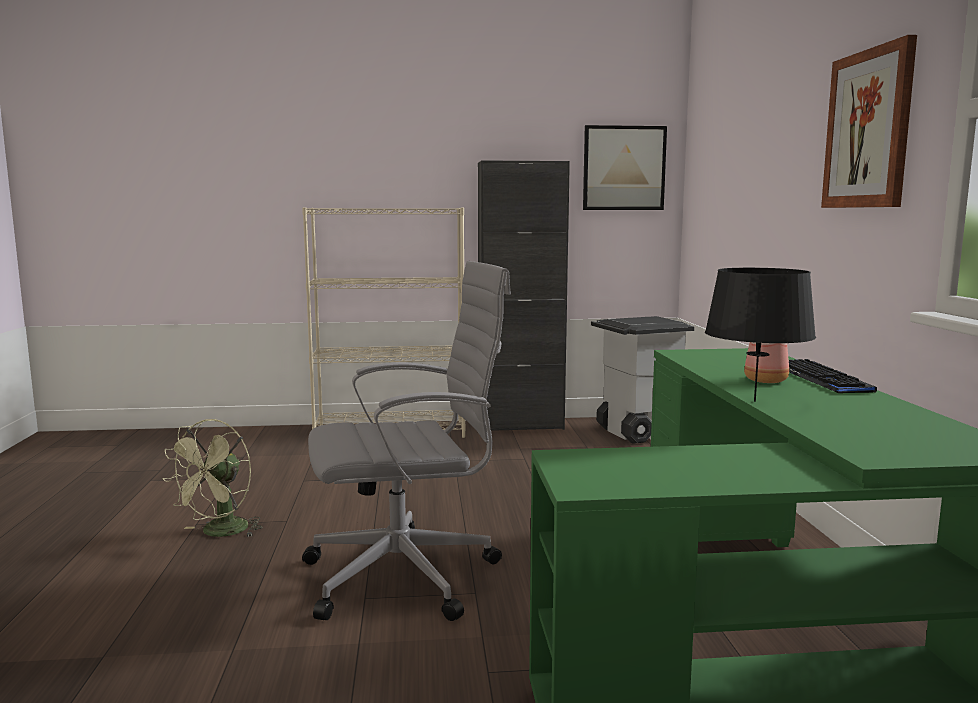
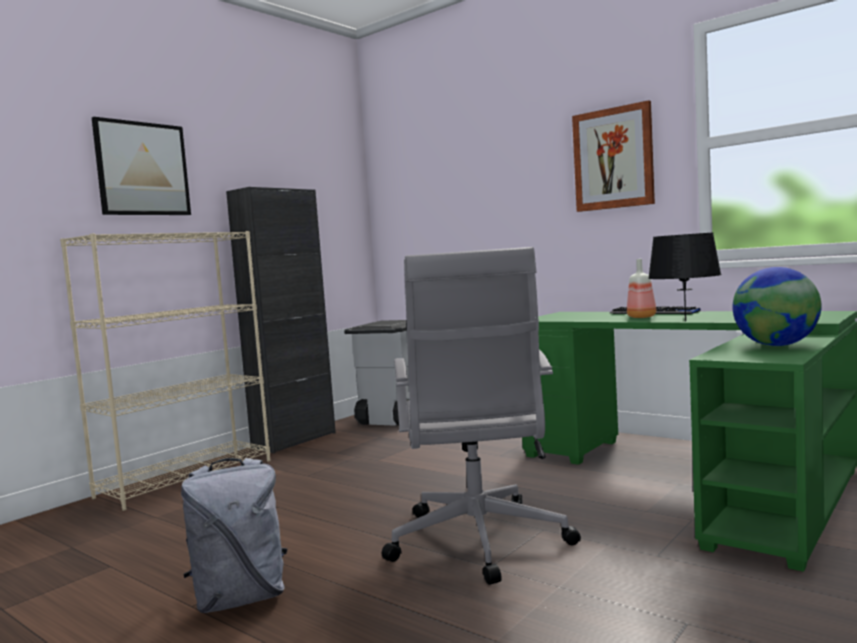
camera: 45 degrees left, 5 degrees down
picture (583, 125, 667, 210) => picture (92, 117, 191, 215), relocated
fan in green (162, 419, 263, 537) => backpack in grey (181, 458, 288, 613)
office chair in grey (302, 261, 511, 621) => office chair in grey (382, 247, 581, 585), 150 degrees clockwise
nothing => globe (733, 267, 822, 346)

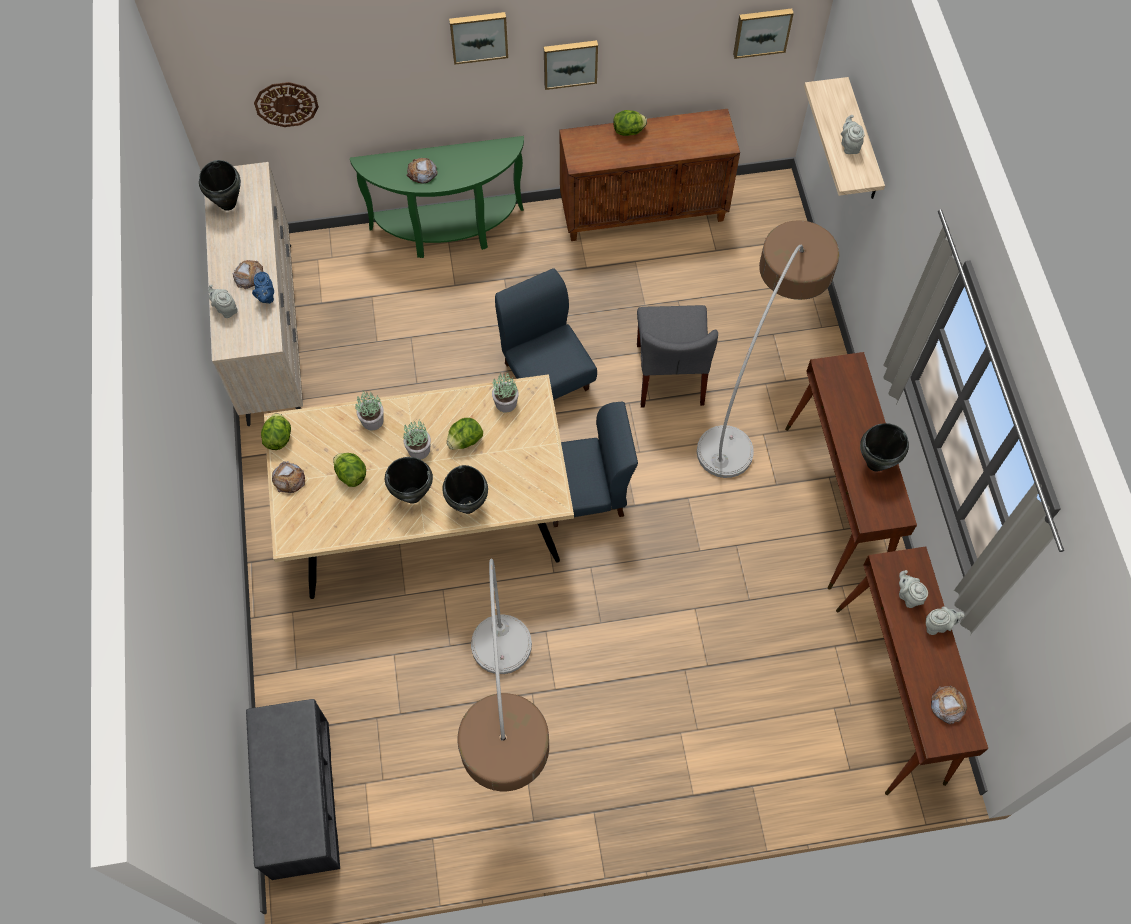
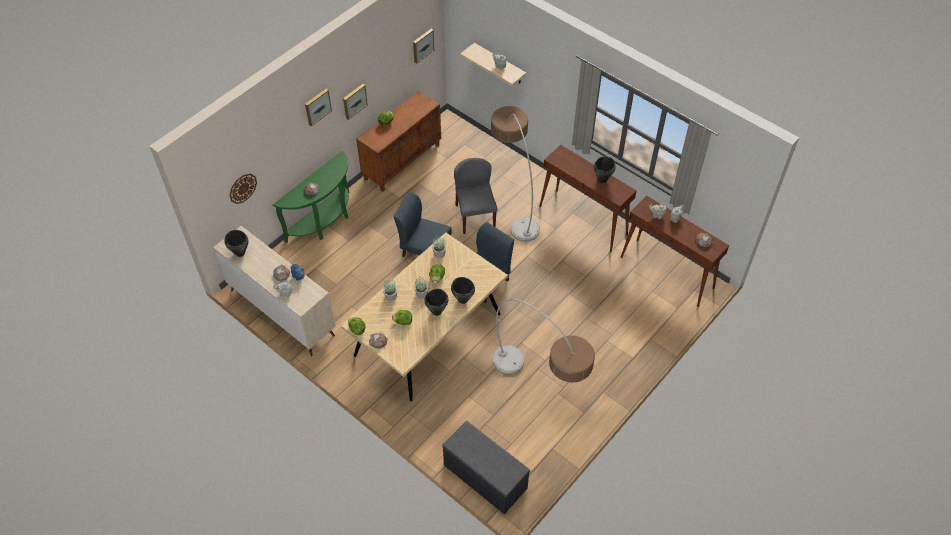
camera: 40 degrees left, 10 degrees down
chair in grey (637, 305, 718, 408) => chair in grey (454, 158, 497, 234), 150 degrees counterclockwise

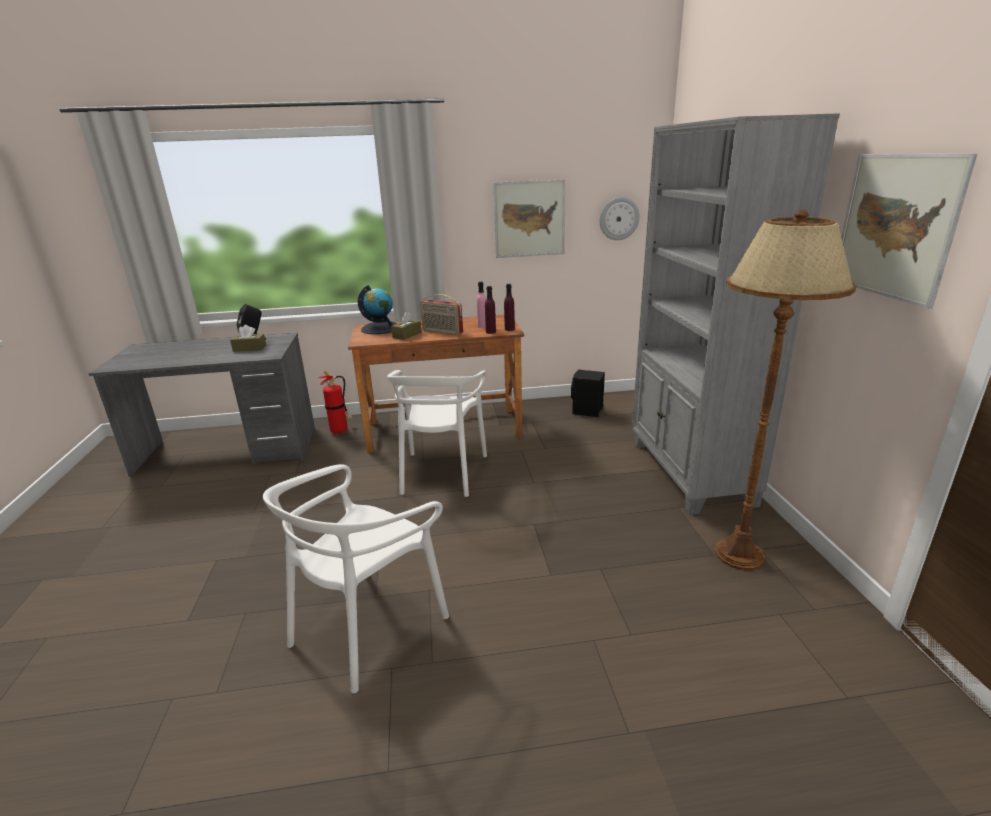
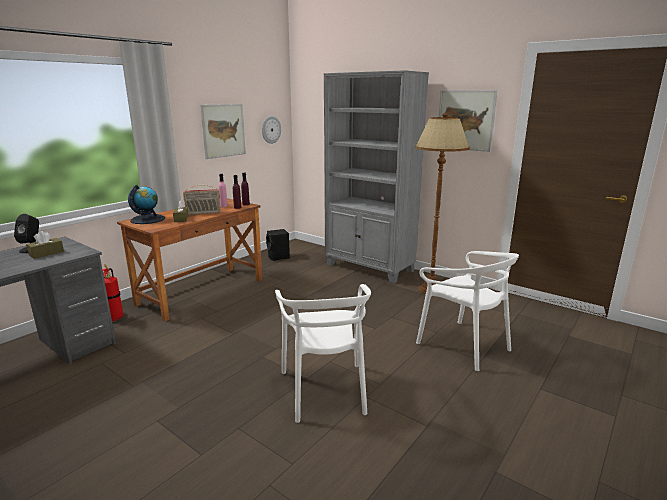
camera: 45 degrees left, 5 degrees down
chair in white (387, 370, 487, 497) => chair in white (416, 251, 519, 371), relocated

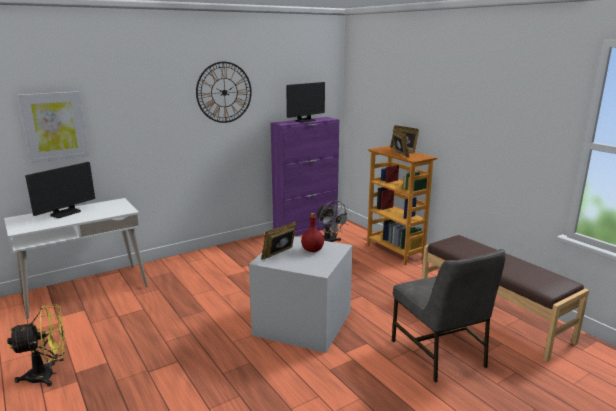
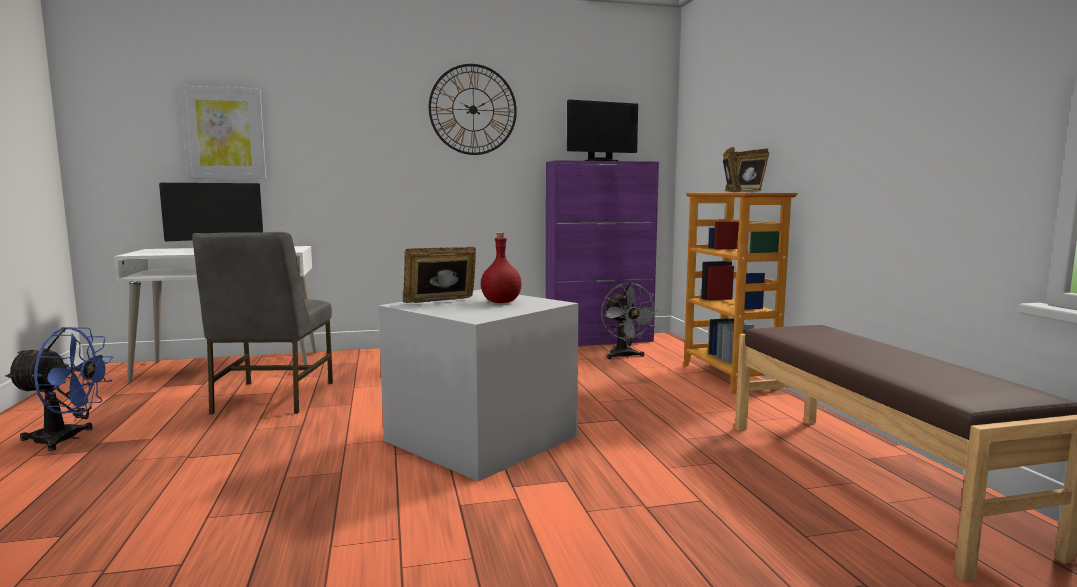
camera: 20 degrees right, 10 degrees down
fan in yellow (7, 305, 66, 387) => fan in blue (5, 327, 113, 451)
chair in grey (392, 249, 505, 383) => chair in grey (192, 232, 333, 414), relocated

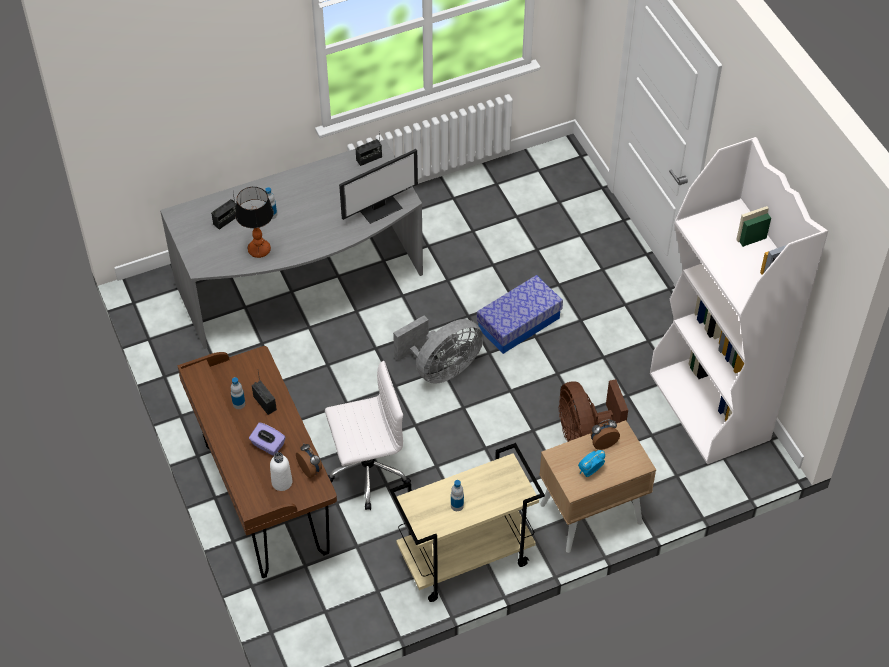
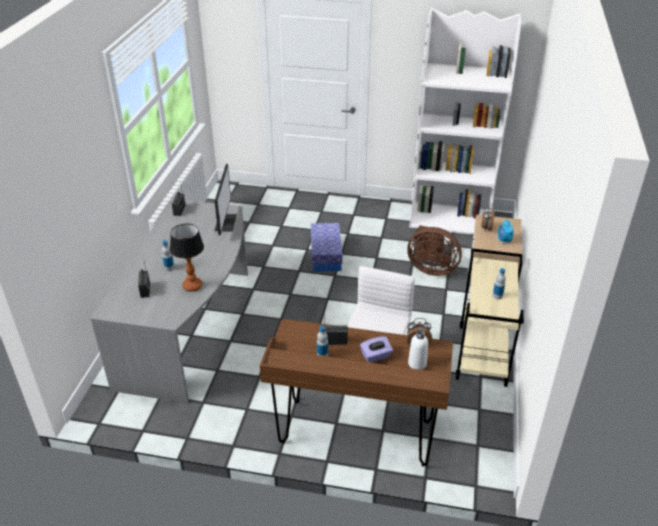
camera: 55 degrees left, 15 degrees down
fan in grey (393, 315, 484, 384) => nothing

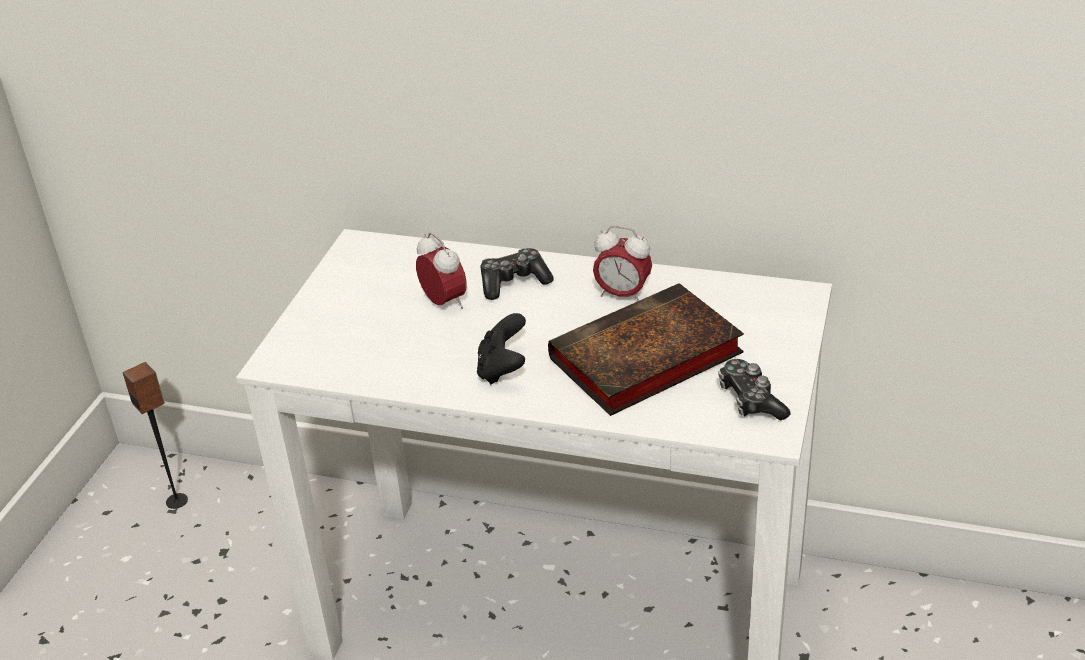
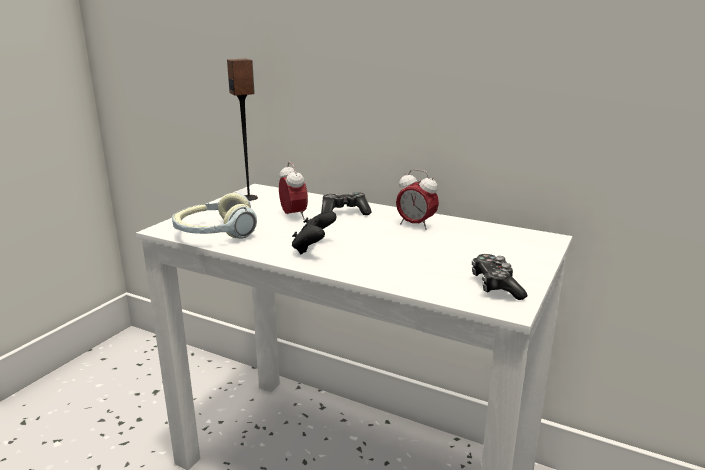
camera: 10 degrees right, 15 degrees down
nothing => headphones (172, 192, 257, 238)
speaker (123, 362, 188, 509) => speaker (227, 59, 258, 201), relocated
book (548, 283, 744, 416) => nothing

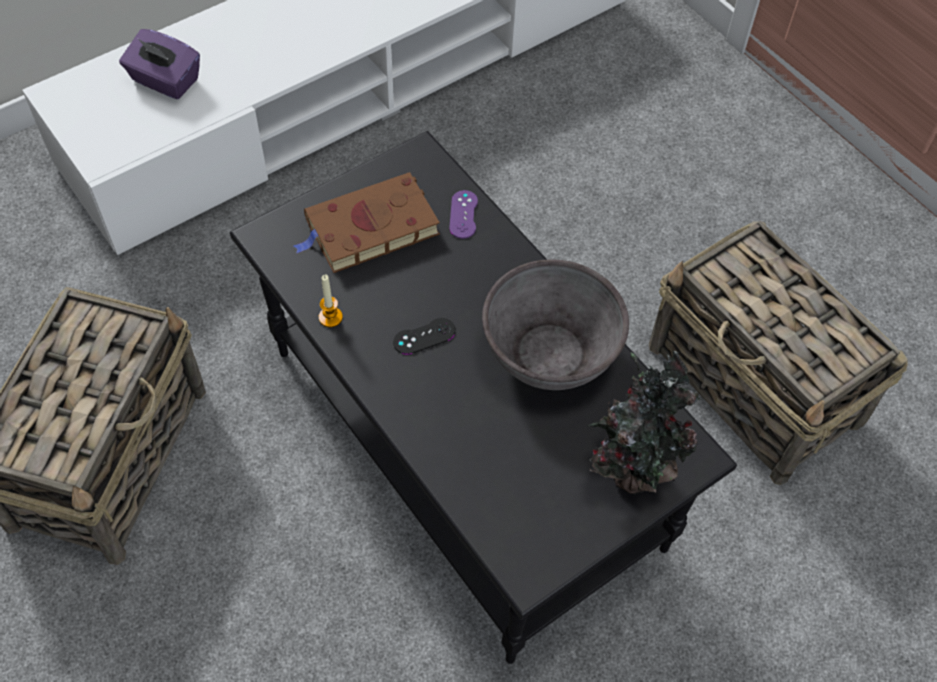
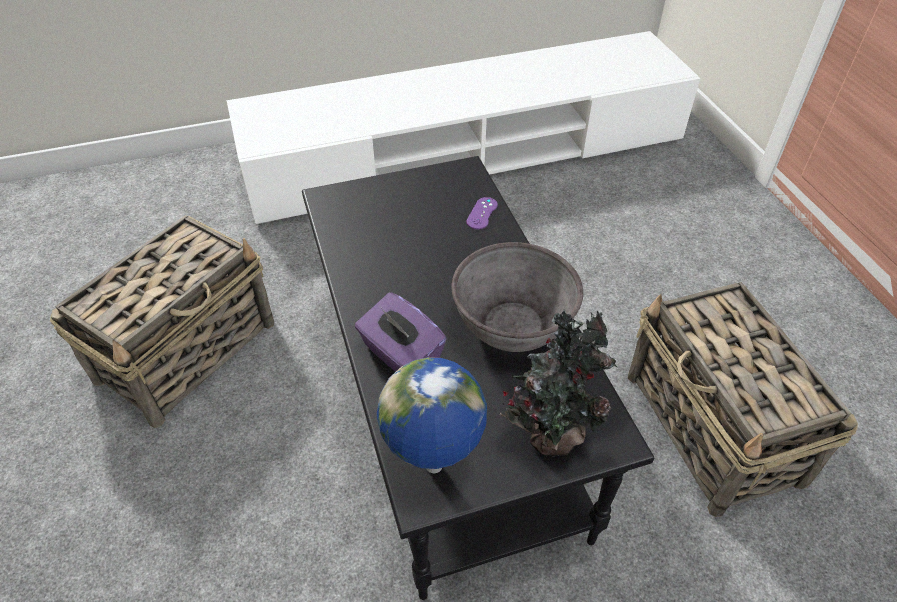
camera: 20 degrees right, 10 degrees down
tissue box in purple (119, 29, 200, 99) => tissue box in purple (355, 292, 447, 372), relocated
nothing => globe (377, 357, 487, 473)
book in brown (293, 172, 440, 273) => nothing
candle (319, 274, 343, 328) => nothing
game controller in black (393, 318, 456, 355) => nothing

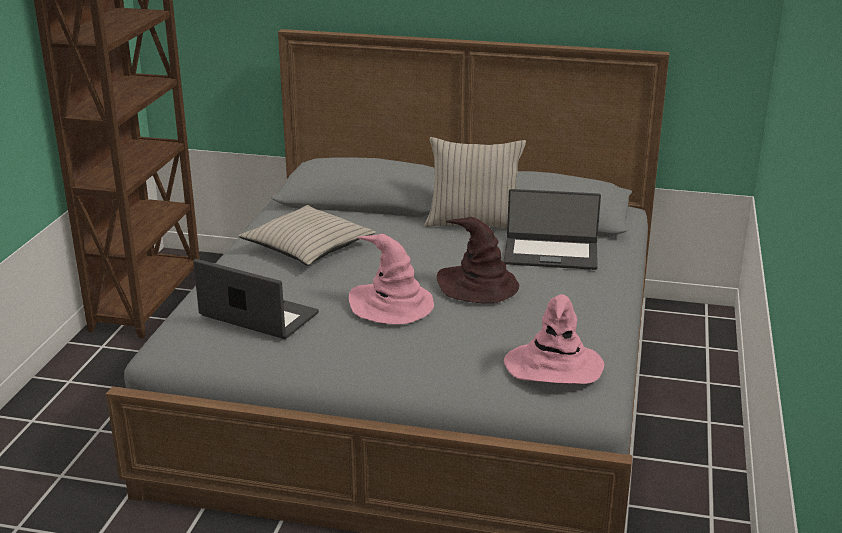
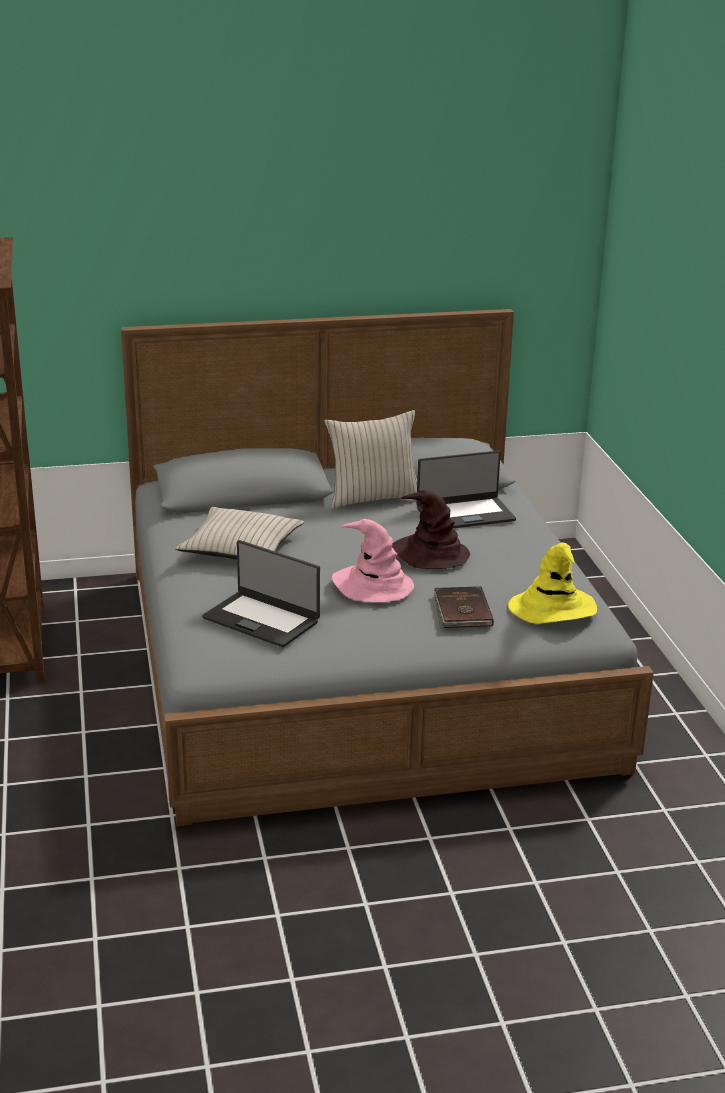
camera: 25 degrees left, 0 degrees up
laptop (193, 259, 319, 339) => laptop (202, 540, 320, 647), 150 degrees counterclockwise
nothing => book in brown (434, 586, 494, 628)
hat in pink (504, 294, 604, 384) => hat in yellow (508, 542, 597, 624)

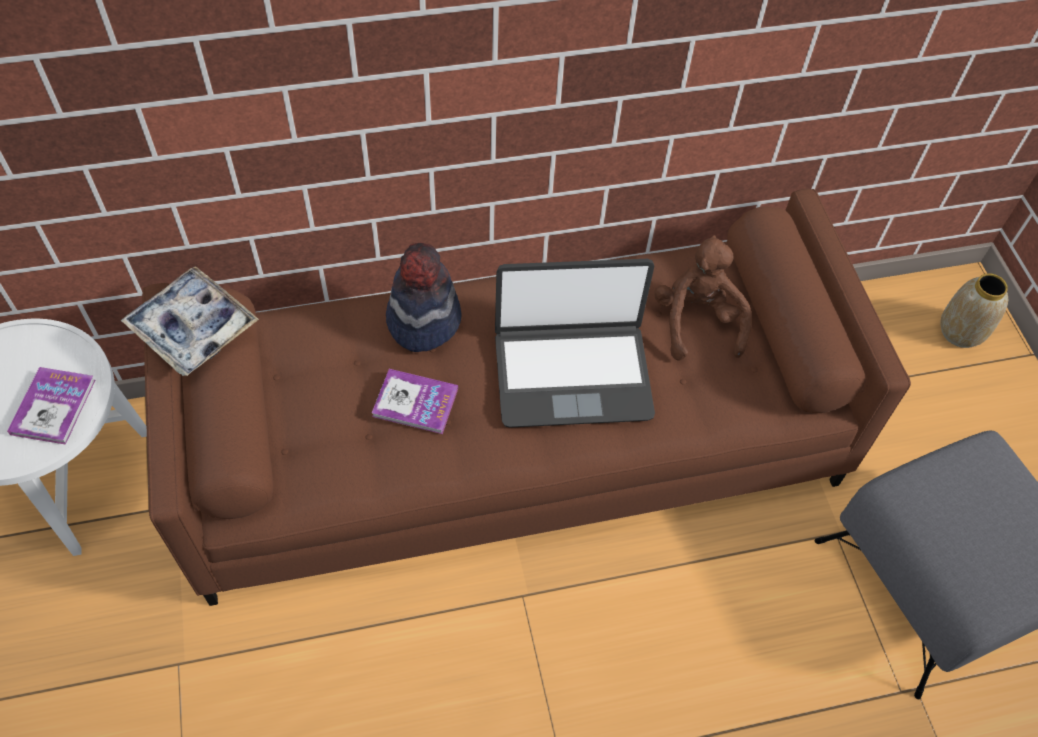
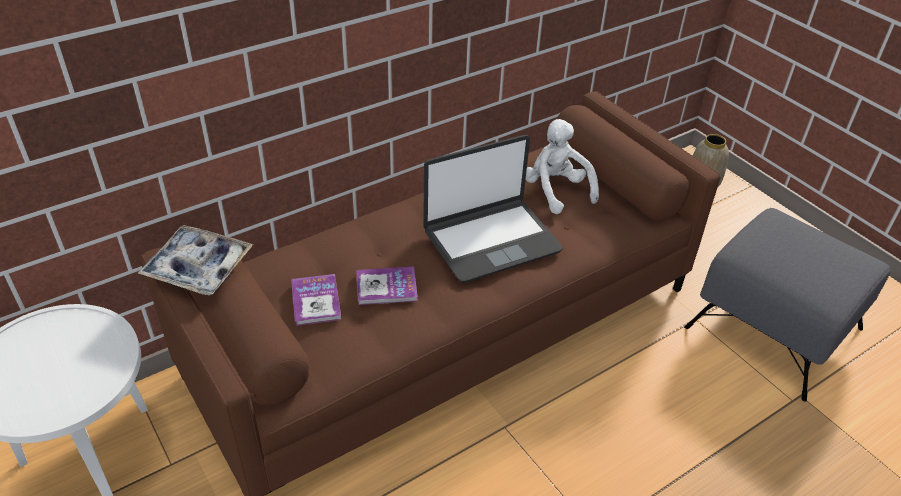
camera: 20 degrees left, 15 degrees down
book (7, 367, 96, 445) => book (291, 274, 341, 326), relocated
plush toy in brown (654, 235, 752, 360) => plush toy in white (526, 119, 599, 214)
hat (386, 243, 462, 352) => nothing

